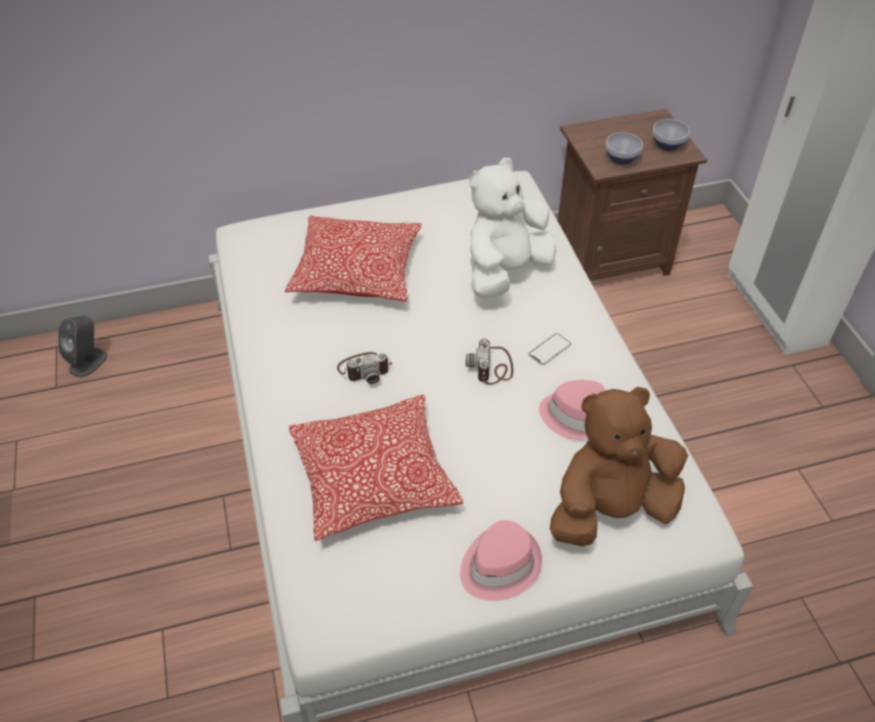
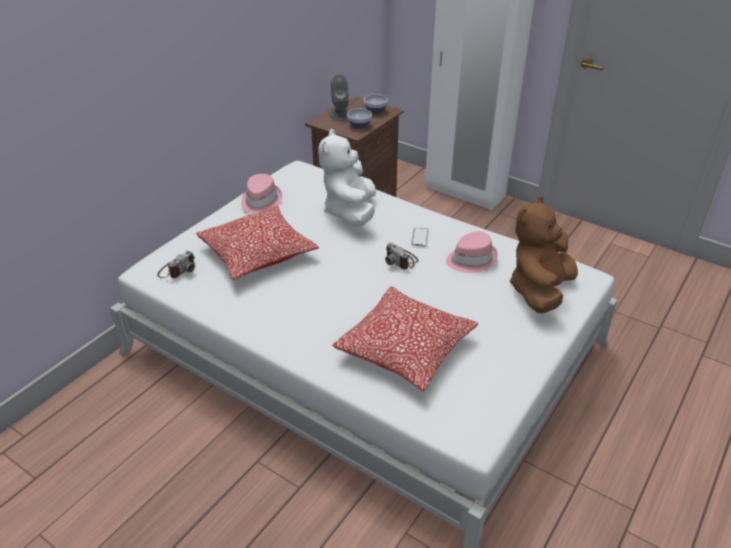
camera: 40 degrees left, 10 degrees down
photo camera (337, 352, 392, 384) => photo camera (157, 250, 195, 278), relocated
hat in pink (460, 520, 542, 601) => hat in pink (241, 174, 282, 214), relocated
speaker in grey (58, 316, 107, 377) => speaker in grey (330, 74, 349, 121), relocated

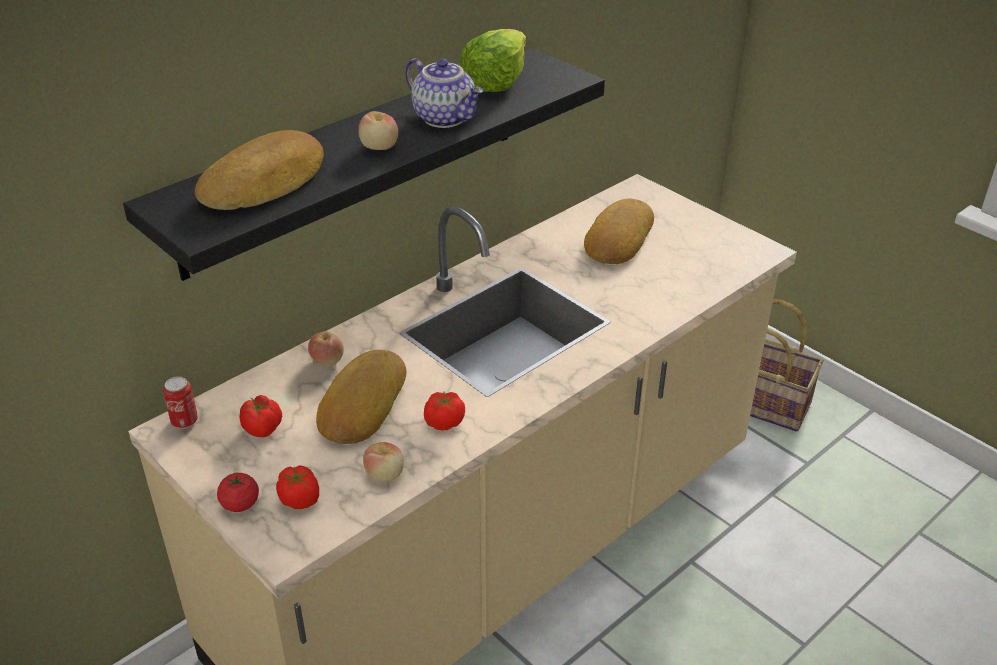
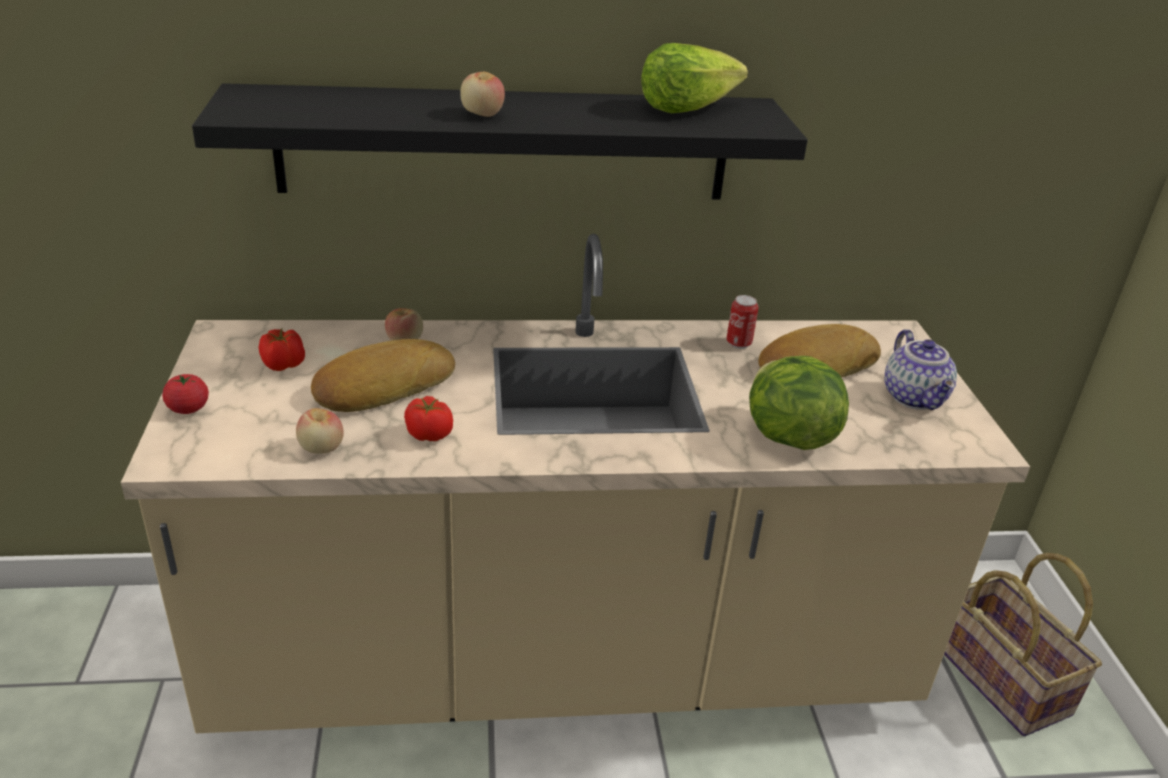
camera: 35 degrees right, 5 degrees down
can (163, 376, 198, 429) => can (726, 295, 759, 349), relocated
nothing => lettuce (749, 356, 849, 450)
teapot (405, 58, 483, 128) => teapot (884, 329, 957, 410), relocated
bread (195, 130, 324, 210) => nothing
tomato (276, 465, 319, 509) => nothing

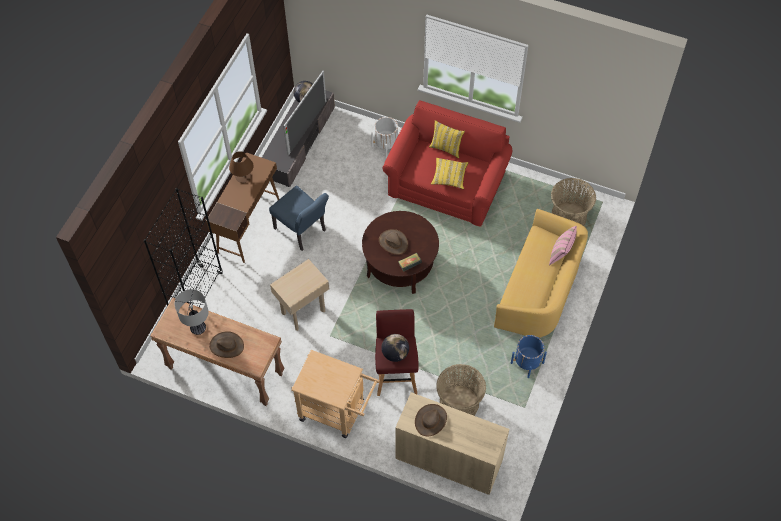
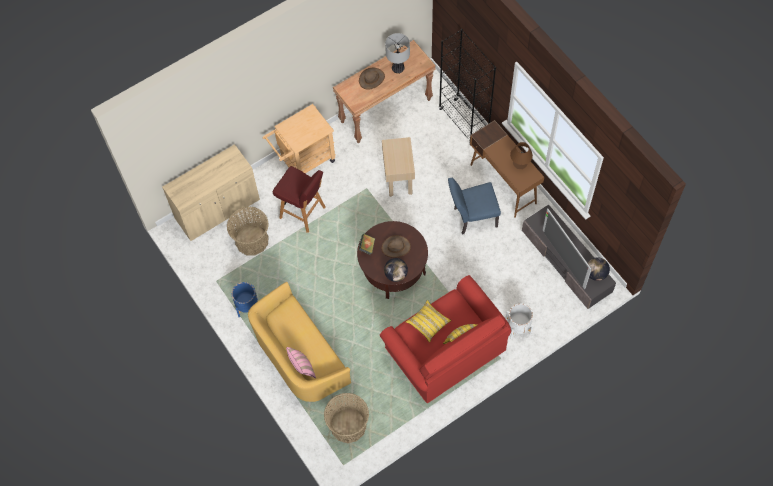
camera: 125 degrees right, 5 degrees up
globe (381, 334, 409, 362) => globe (384, 258, 408, 282), relocated
hat in brown (415, 404, 447, 436) => nothing

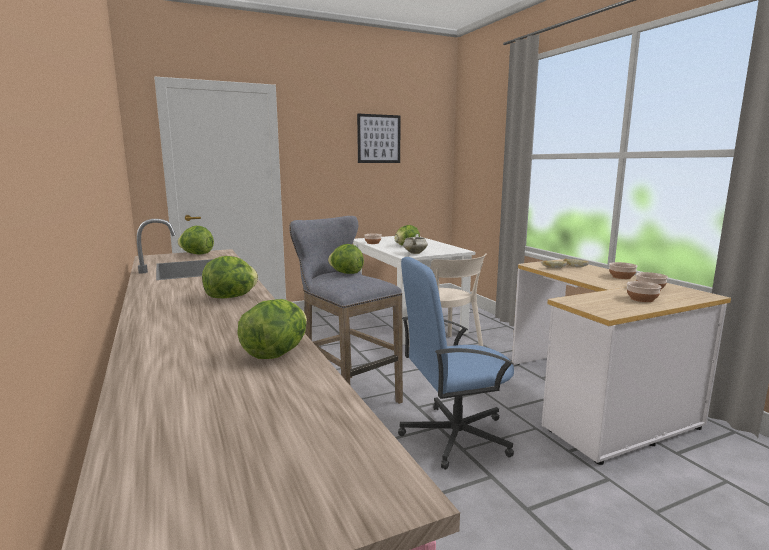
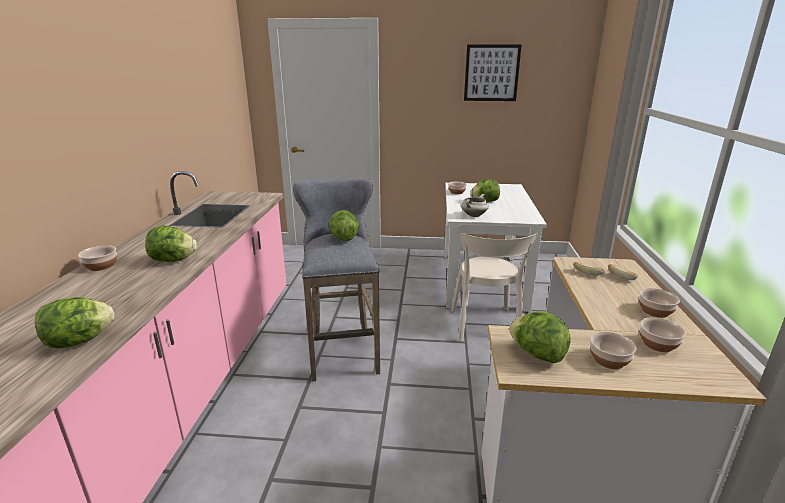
camera: 30 degrees right, 10 degrees up
nothing => bowl (78, 245, 117, 271)
lettuce (178, 226, 214, 254) => lettuce (509, 311, 571, 363), relocated
office chair in blue (398, 257, 514, 470) => nothing

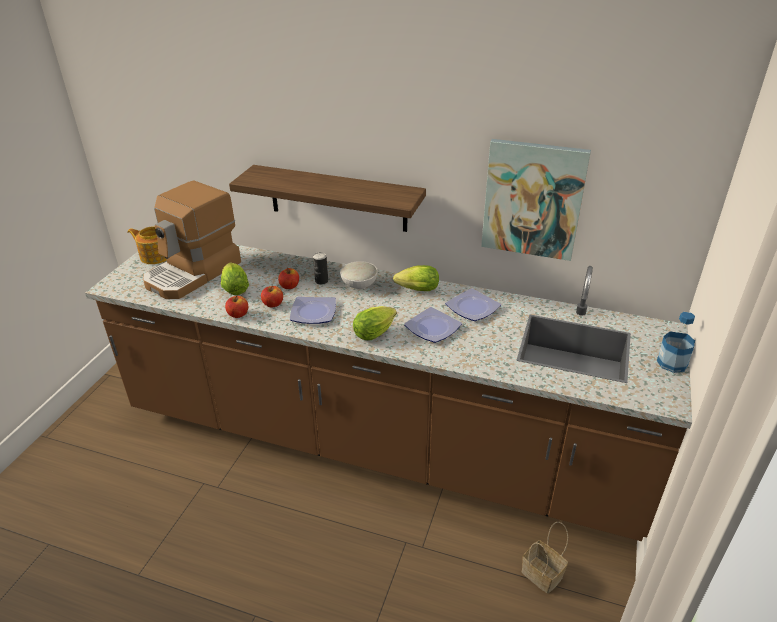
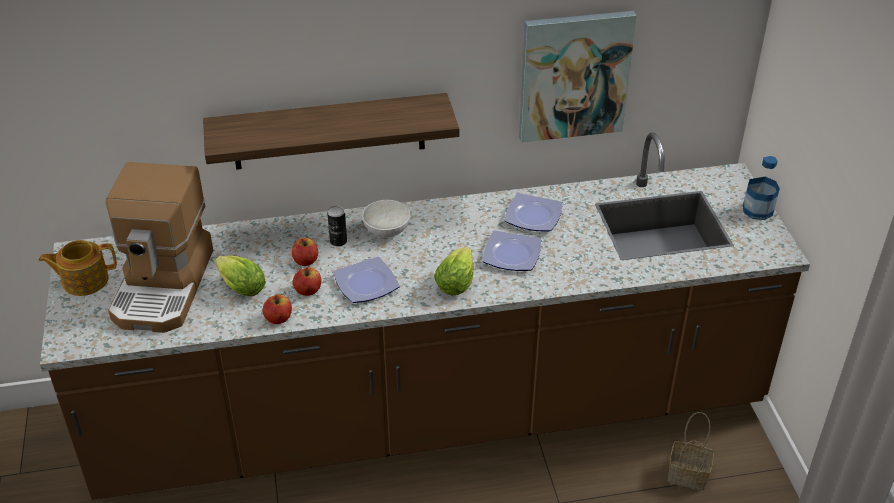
camera: 30 degrees left, 5 degrees up
lettuce (393, 265, 439, 291) => nothing

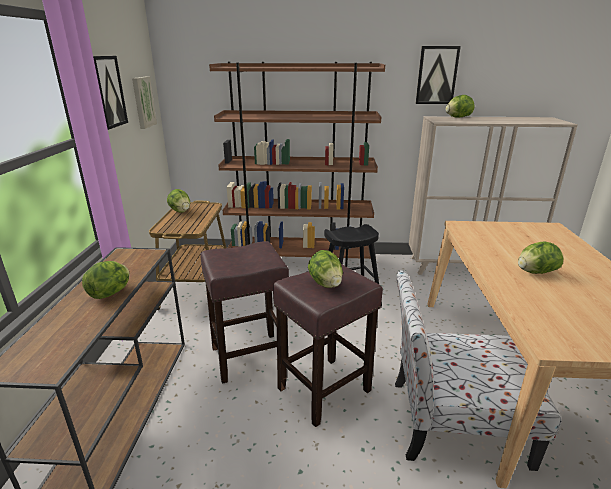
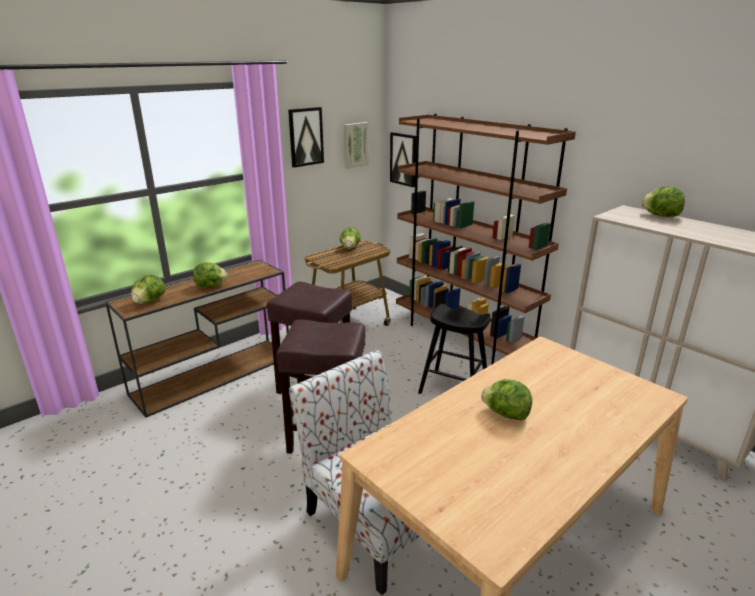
camera: 45 degrees right, 0 degrees up
lettuce (308, 250, 343, 288) => lettuce (131, 275, 165, 304), relocated
picture (415, 46, 461, 104) => picture (390, 132, 416, 187), relocated

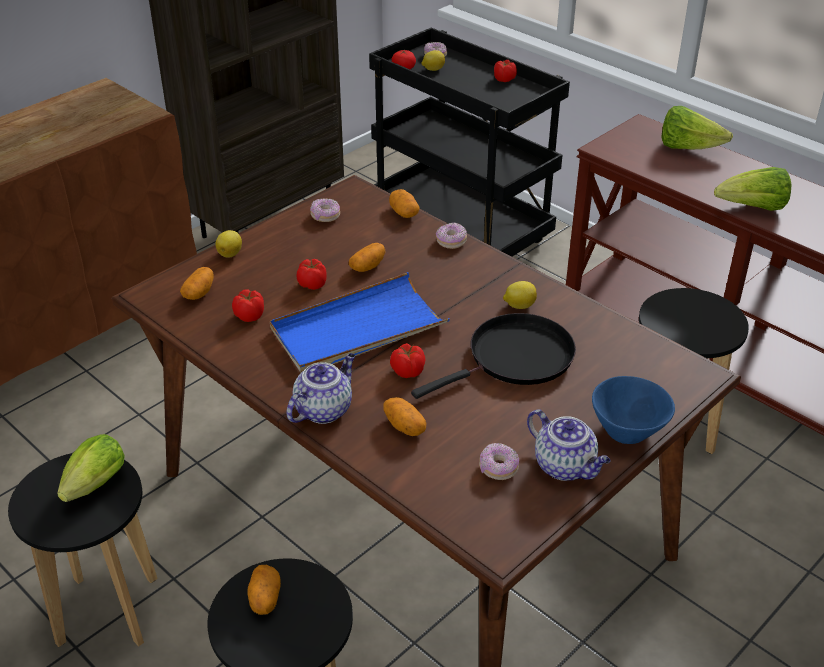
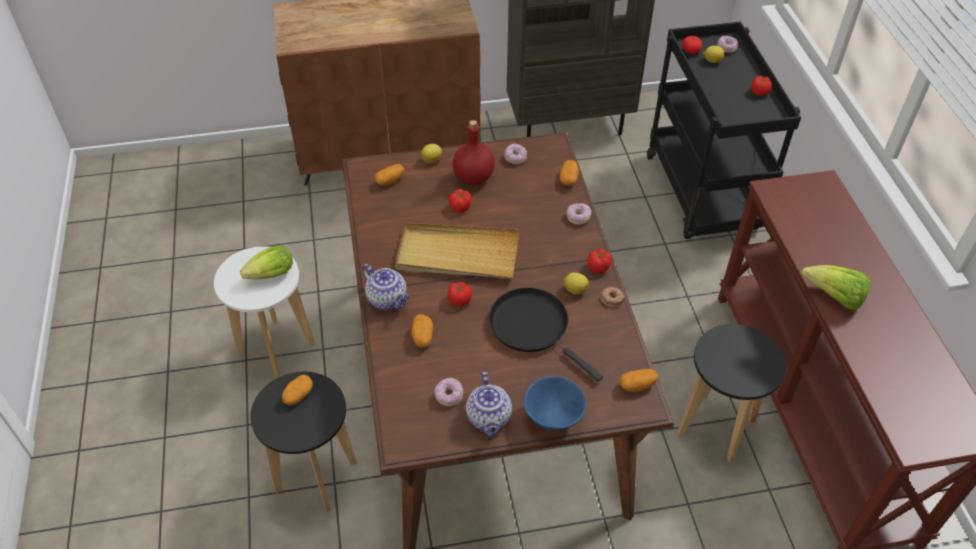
camera: 35 degrees right, 10 degrees up
stool in black (8, 453, 158, 647) => stool in white (214, 246, 314, 379)
teapot (287, 353, 355, 424) => teapot (362, 264, 409, 310), 60 degrees clockwise
tray in blue (270, 272, 450, 373) => tray in beige (395, 223, 519, 279)
nothing => bottle in red (453, 120, 495, 185)
frying pan in black (411, 313, 576, 399) => frying pan in black (489, 287, 603, 382), 135 degrees counterclockwise
tomato (232, 289, 264, 322) => tomato (587, 249, 612, 274), relocated
nothing => donut (600, 287, 625, 307)
potato (349, 243, 386, 272) => potato (620, 369, 658, 392), relocated
lettuce (661, 106, 733, 149) => nothing

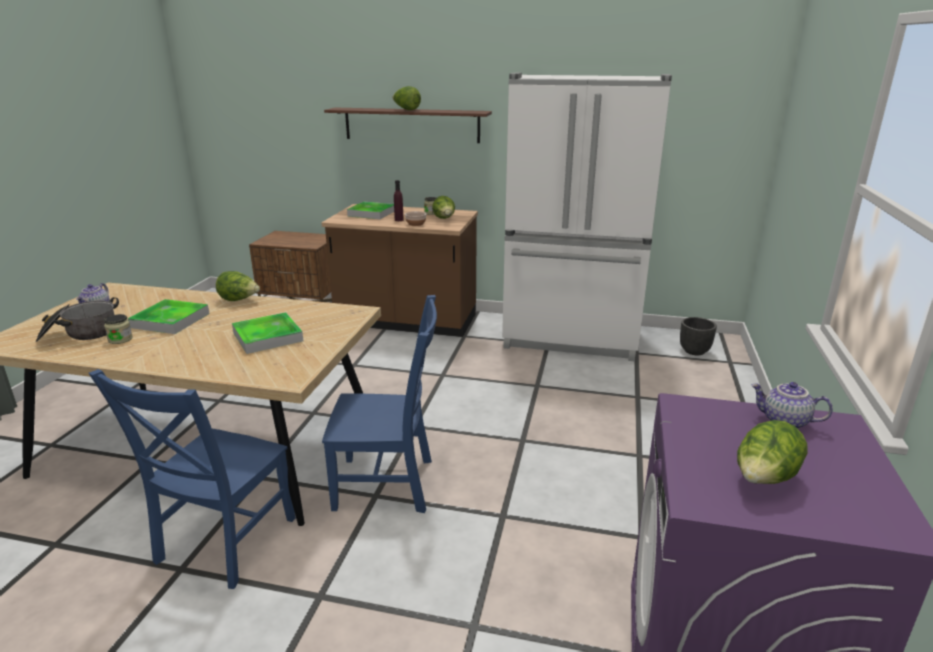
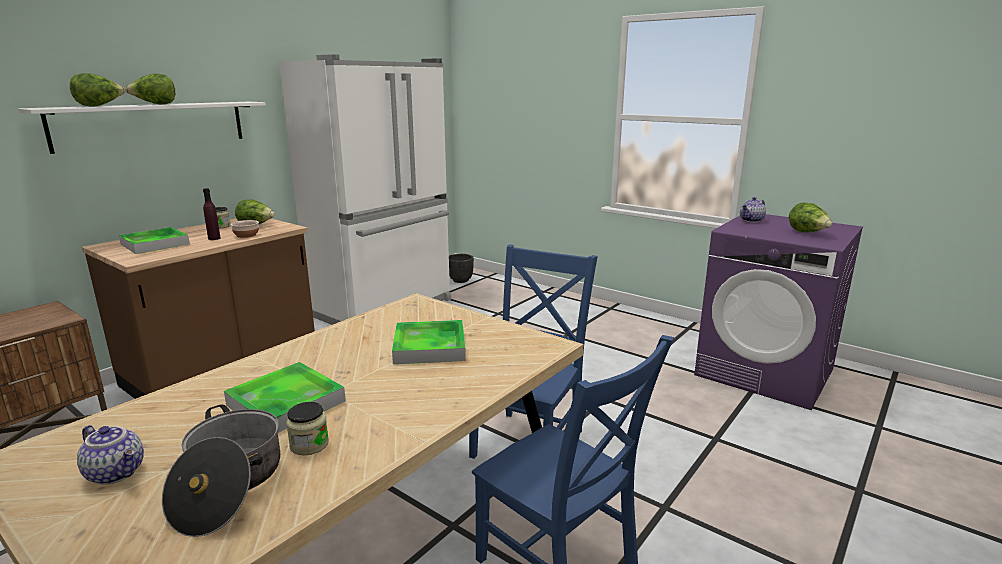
camera: 65 degrees left, 5 degrees down
shelf in brown (324, 108, 492, 143) => shelf in white (18, 102, 266, 154)
lettuce (216, 271, 260, 301) => lettuce (70, 73, 125, 107), relocated

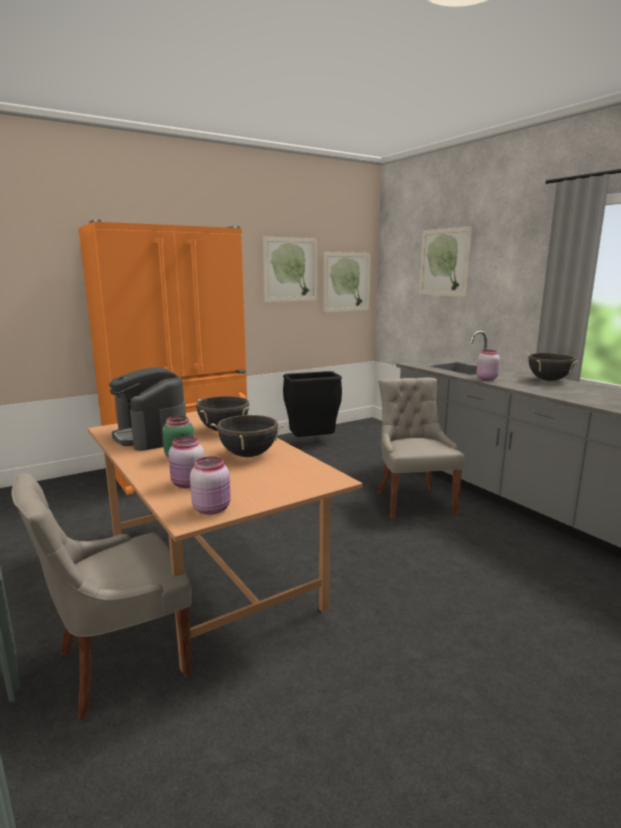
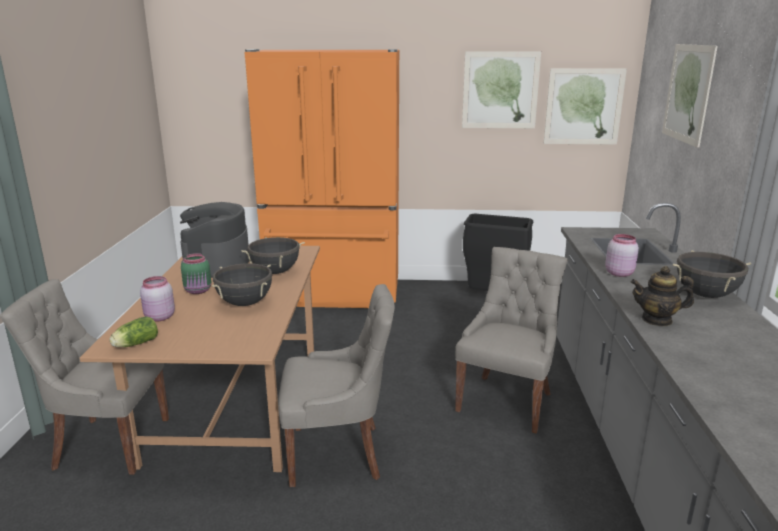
camera: 35 degrees right, 5 degrees up
jar in pink (190, 456, 231, 515) => lettuce (109, 316, 158, 347)
nothing => chair in grey (278, 284, 395, 487)
nothing => teapot (630, 266, 694, 326)

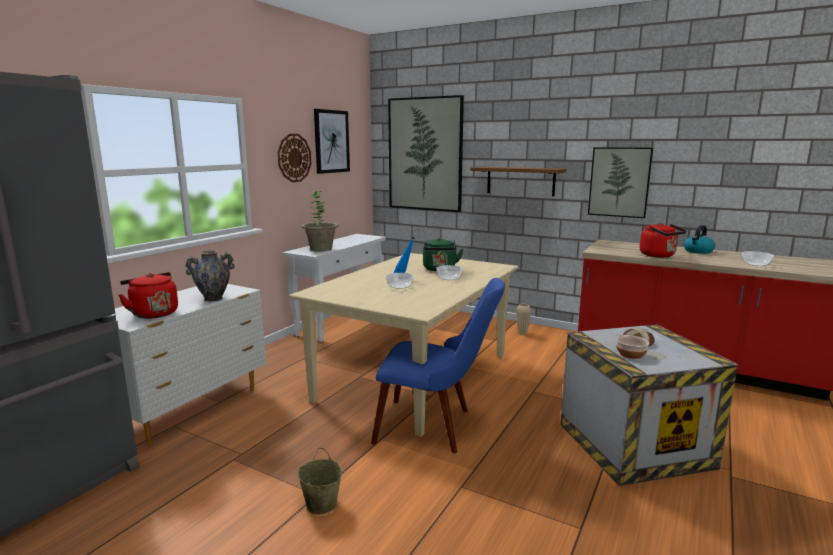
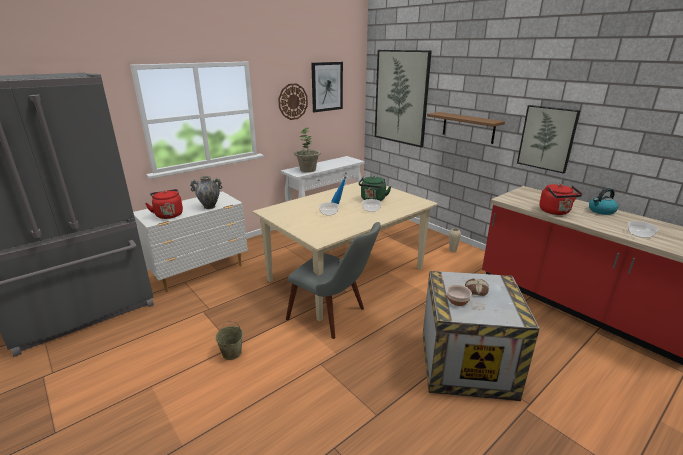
camera: 20 degrees right, 10 degrees up
chair in blue (371, 278, 505, 453) => chair in grey (286, 222, 381, 339)

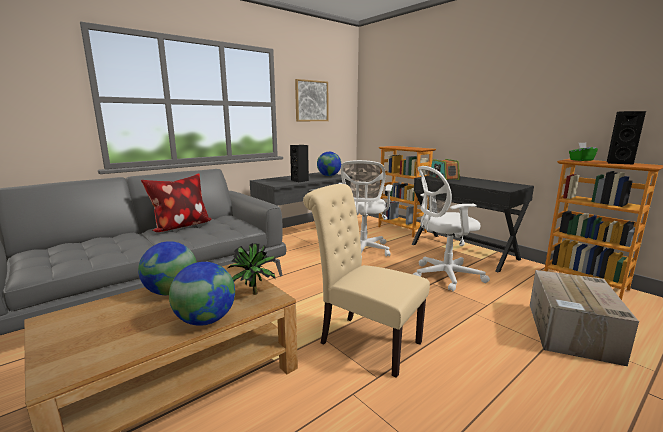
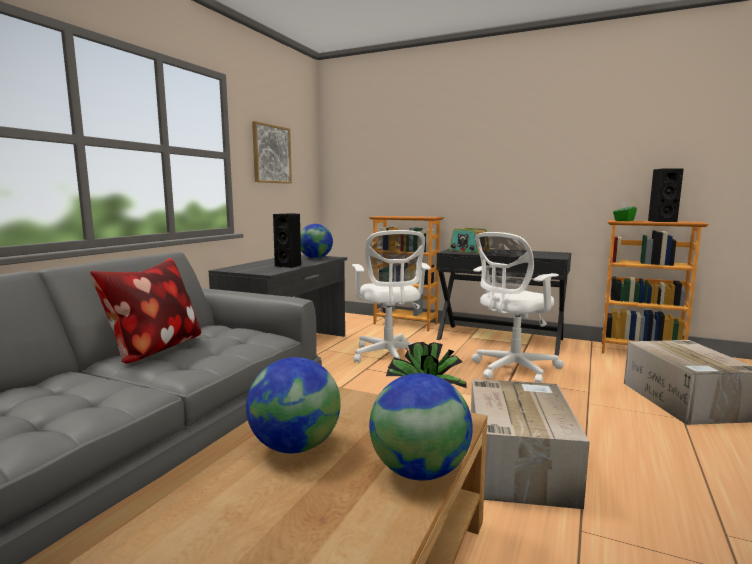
camera: 25 degrees left, 5 degrees down
chair in beige (303, 184, 430, 378) => cardboard box (471, 379, 590, 509)

